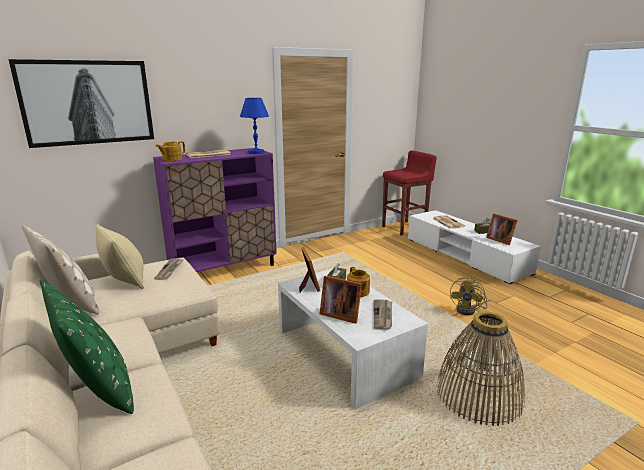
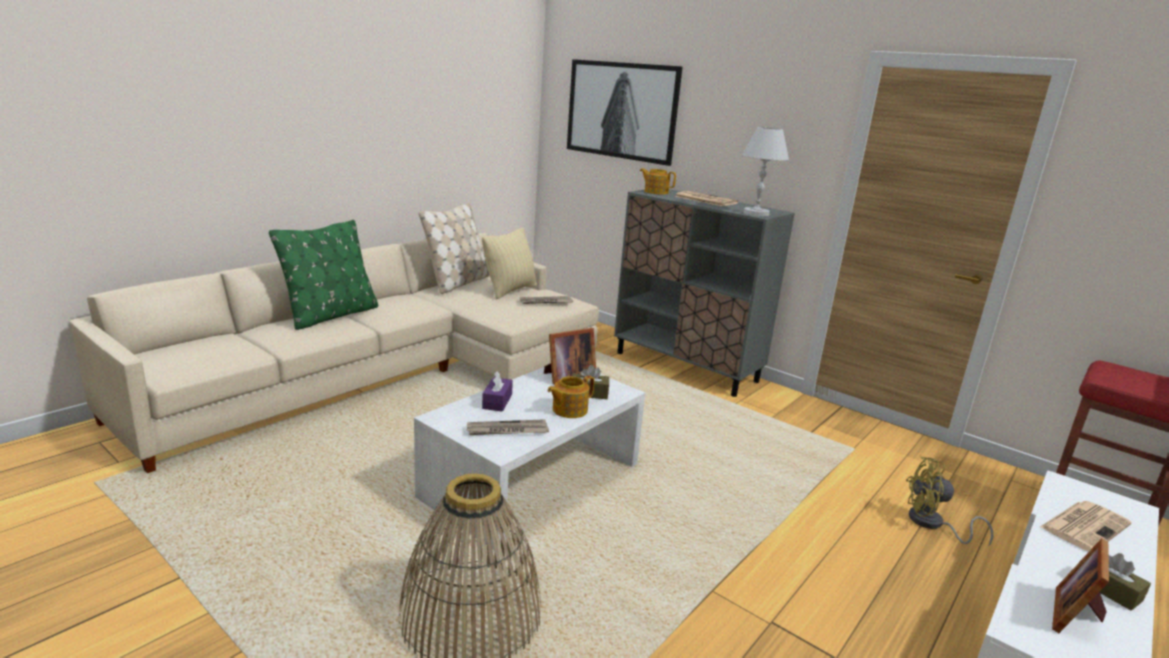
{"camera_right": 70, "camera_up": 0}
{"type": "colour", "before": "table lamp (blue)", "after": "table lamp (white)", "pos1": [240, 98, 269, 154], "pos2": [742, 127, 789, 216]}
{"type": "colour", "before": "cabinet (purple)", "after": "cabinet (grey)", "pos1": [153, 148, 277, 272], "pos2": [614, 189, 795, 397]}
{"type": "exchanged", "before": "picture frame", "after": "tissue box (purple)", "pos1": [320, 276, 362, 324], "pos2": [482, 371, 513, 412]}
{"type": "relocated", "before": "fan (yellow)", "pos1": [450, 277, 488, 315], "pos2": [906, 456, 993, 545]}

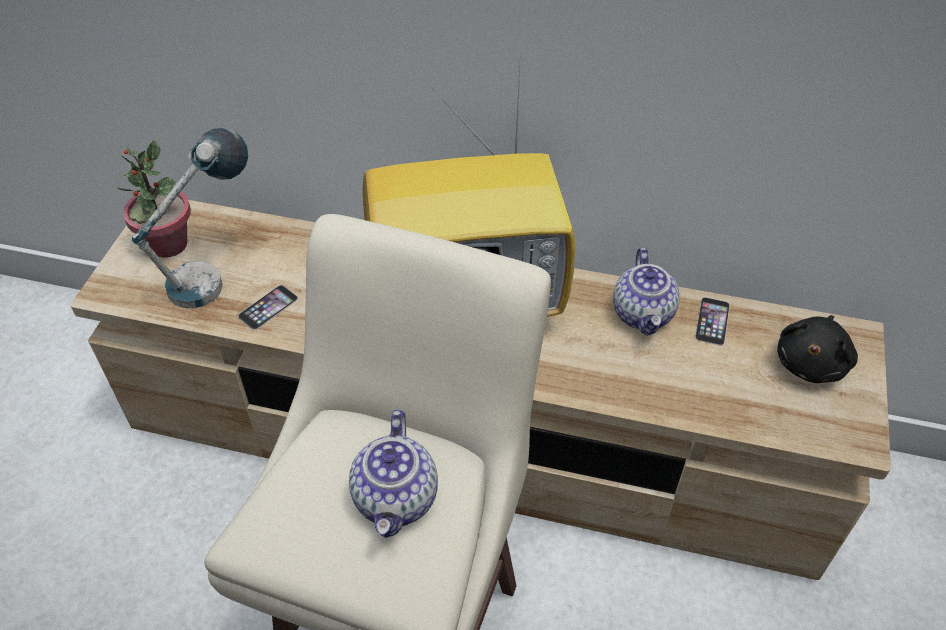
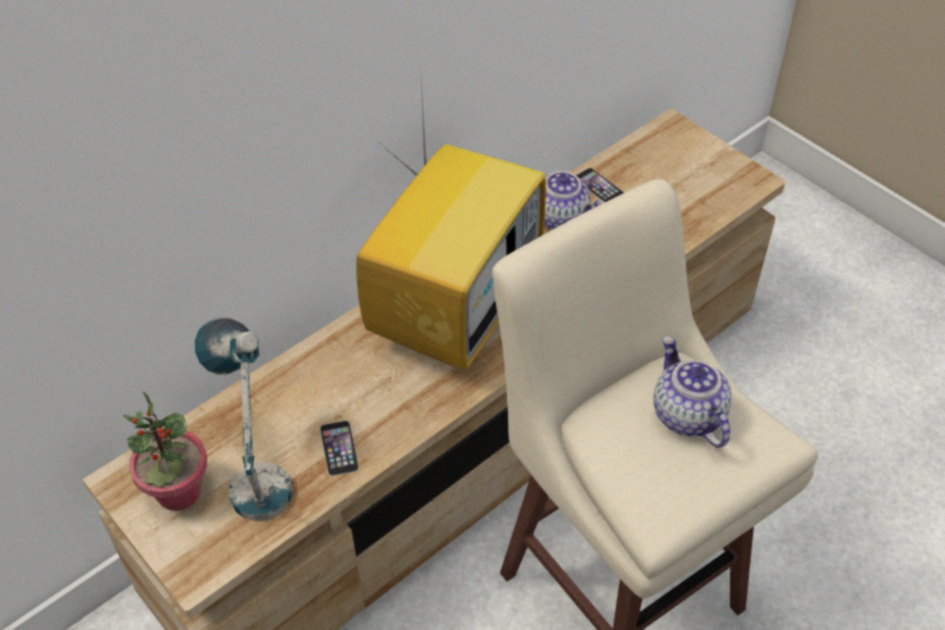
{"camera_right": -55, "camera_up": 0}
{"type": "missing", "before": "plush toy (black)", "pos1": [777, 315, 858, 383]}
{"type": "spun", "before": "teapot", "pos1": [349, 410, 438, 538], "pos2": [653, 336, 732, 448], "turn": -150}

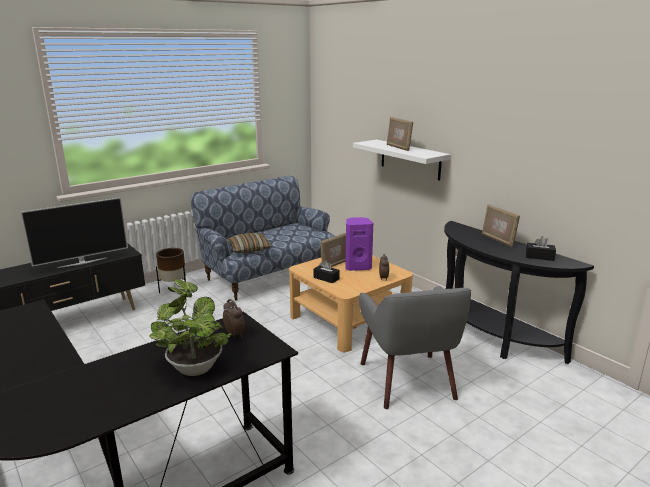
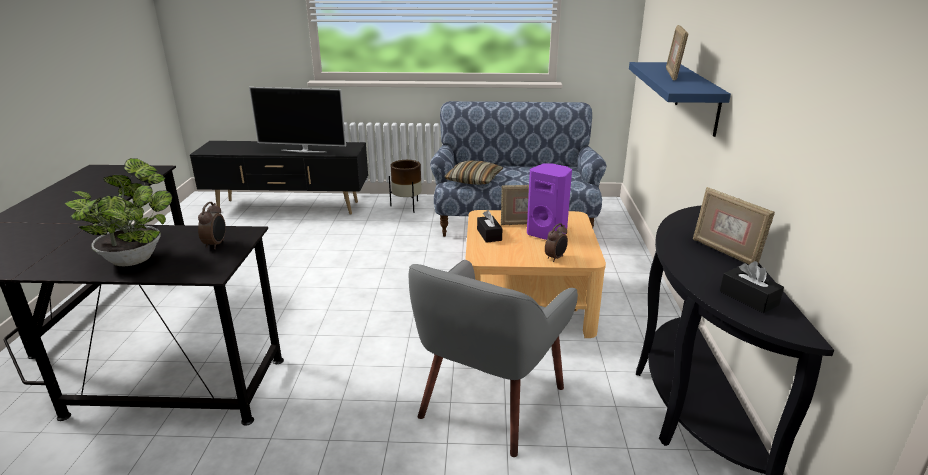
{"camera_right": 40, "camera_up": 5}
{"type": "colour", "before": "shelf (white)", "after": "shelf (blue)", "pos1": [353, 140, 451, 181], "pos2": [629, 62, 731, 137]}
{"type": "spun", "before": "picture frame", "pos1": [482, 204, 520, 247], "pos2": [693, 187, 775, 265], "turn": -45}

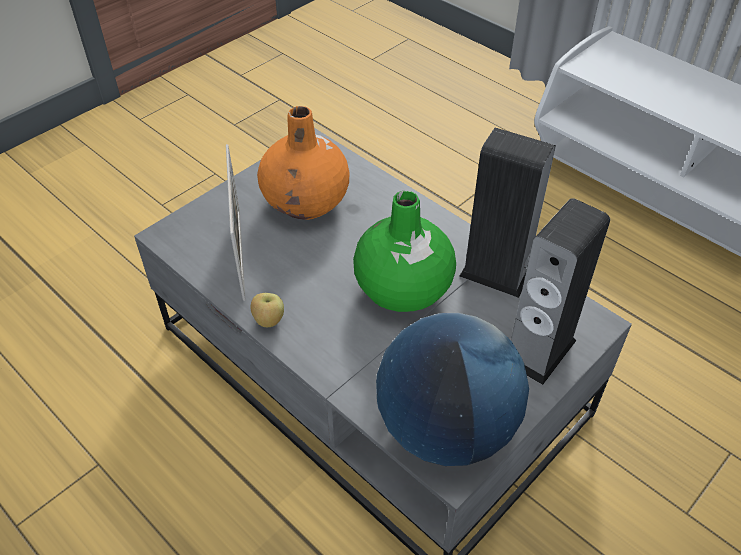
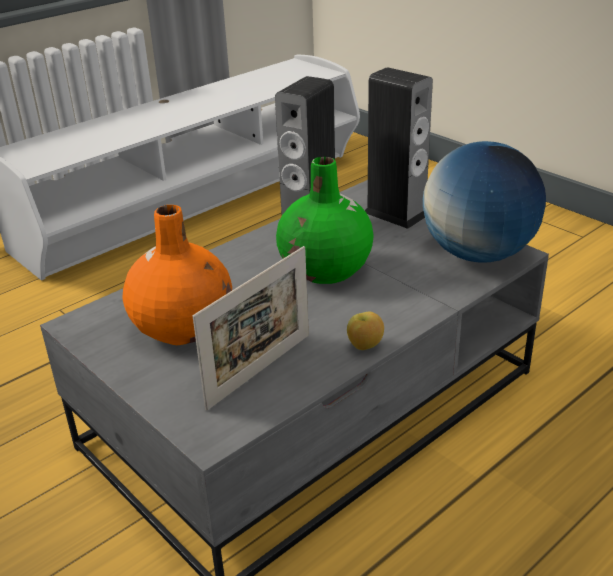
{"camera_right": -85, "camera_up": -15}
{"type": "spun", "before": "picture frame", "pos1": [226, 144, 246, 301], "pos2": [193, 246, 309, 411], "turn": 135}

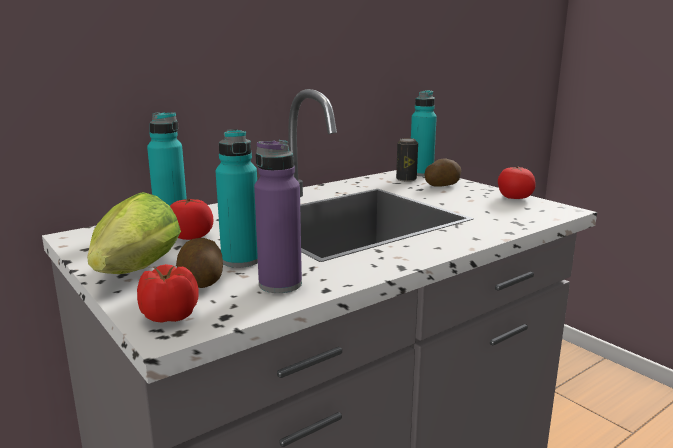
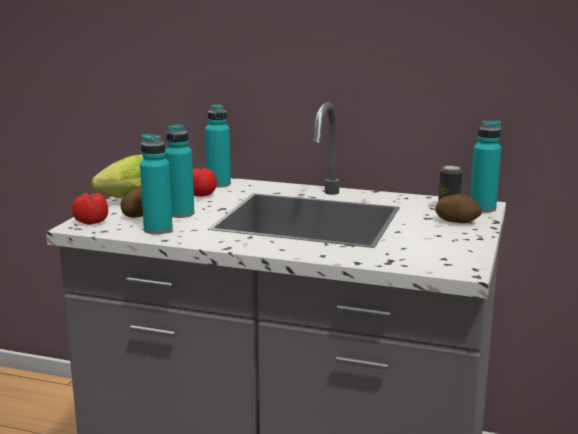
{"camera_right": 55, "camera_up": 0}
{"type": "colour", "before": "bottle (purple)", "after": "bottle (turquoise)", "pos1": [254, 140, 302, 293], "pos2": [140, 134, 173, 234]}
{"type": "missing", "before": "tomato", "pos1": [498, 166, 536, 199]}

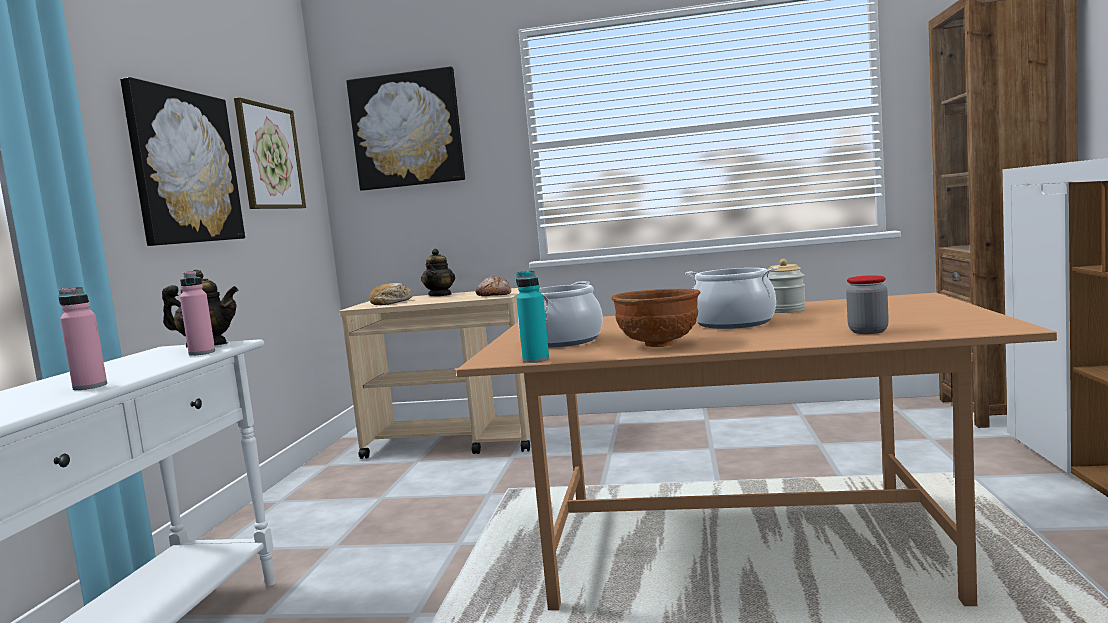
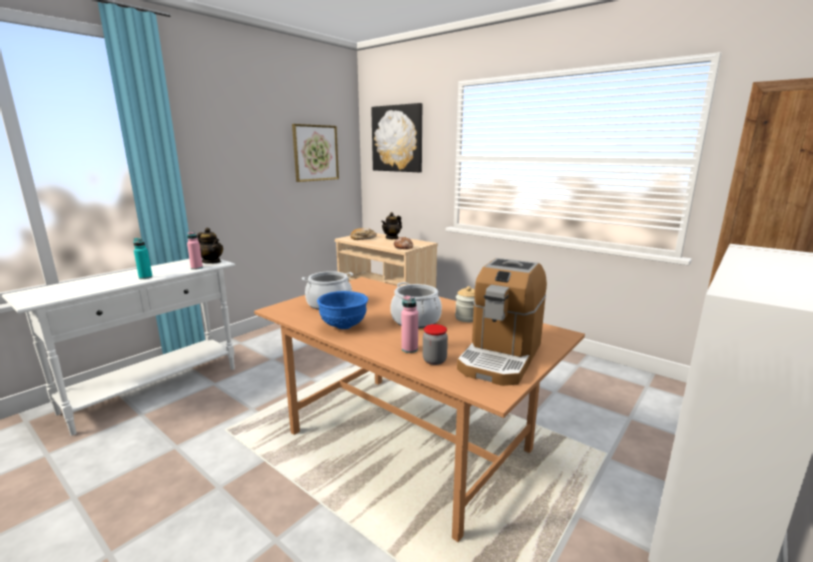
{"camera_right": 30, "camera_up": 10}
{"type": "missing", "before": "picture", "pos1": [120, 77, 245, 246]}
{"type": "relocated", "before": "bottle (turquoise)", "pos1": [516, 270, 549, 363], "pos2": [133, 238, 153, 279]}
{"type": "relocated", "before": "bottle (pink)", "pos1": [58, 287, 107, 390], "pos2": [401, 295, 418, 353]}
{"type": "colour", "before": "bowl (brown)", "after": "bowl (blue)", "pos1": [611, 289, 701, 347], "pos2": [317, 291, 368, 329]}
{"type": "appeared", "after": "coffee machine", "pos2": [457, 258, 547, 386]}

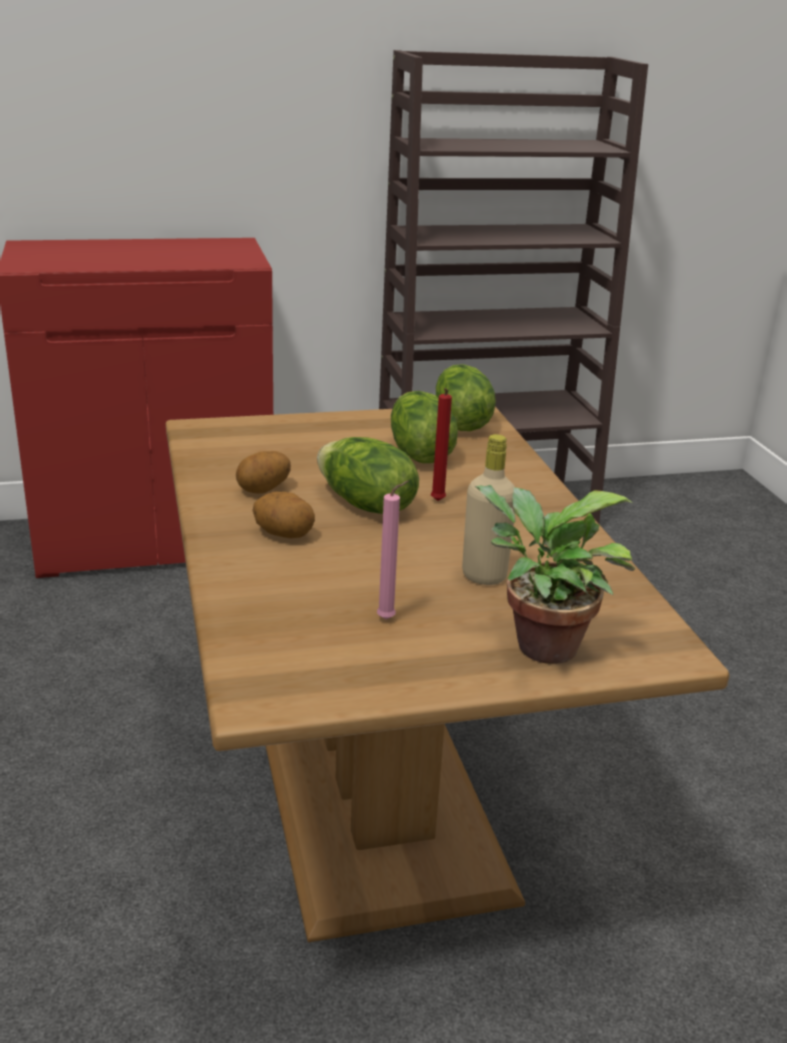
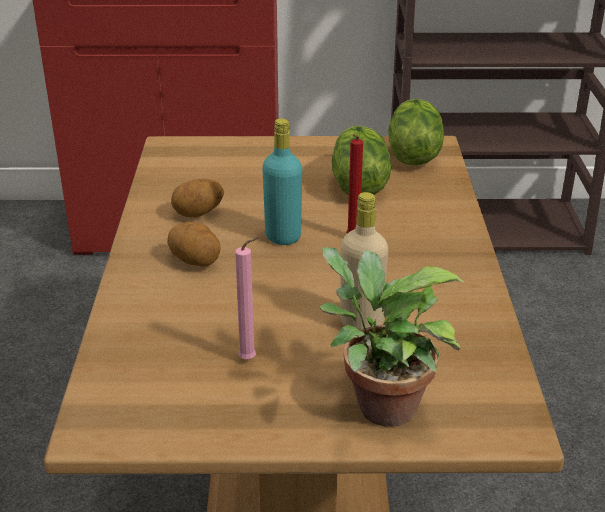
{"camera_right": 15, "camera_up": 5}
{"type": "exchanged", "before": "lettuce", "after": "bottle (turquoise)", "pos1": [317, 437, 419, 514], "pos2": [262, 118, 302, 245]}

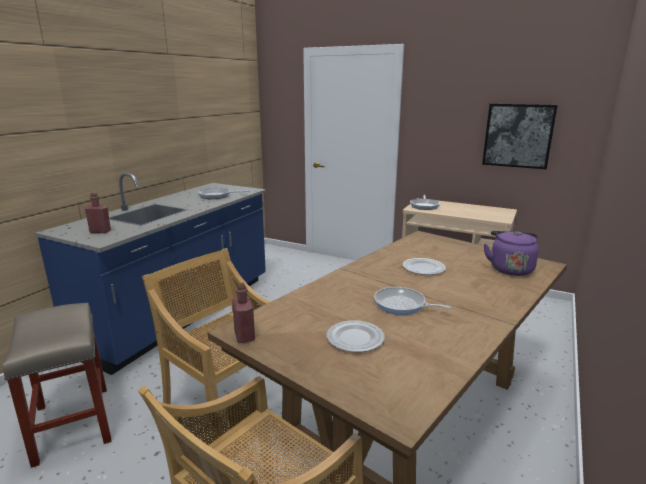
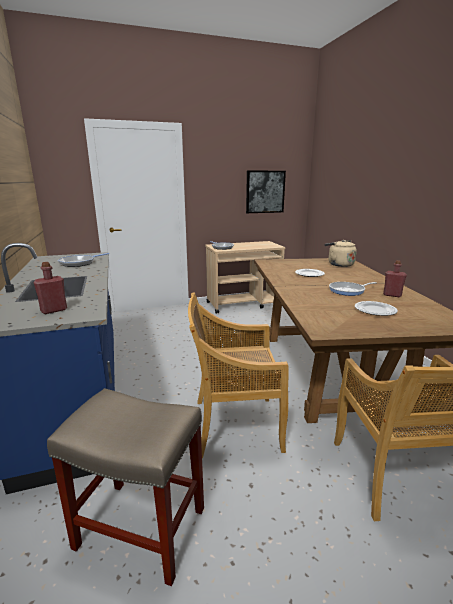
{"camera_right": -45, "camera_up": 0}
{"type": "colour", "before": "kettle (purple)", "after": "kettle (beige)", "pos1": [484, 231, 539, 276], "pos2": [325, 240, 357, 267]}
{"type": "relocated", "before": "bottle (red)", "pos1": [232, 283, 255, 343], "pos2": [383, 260, 407, 297]}

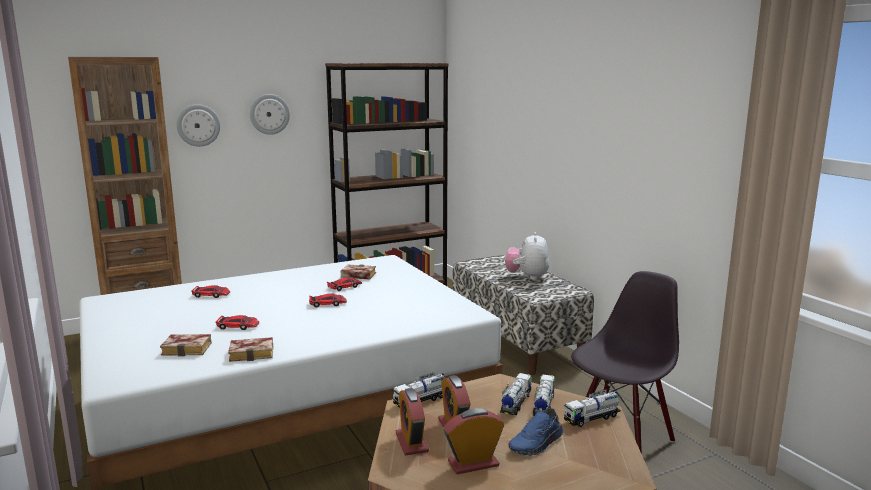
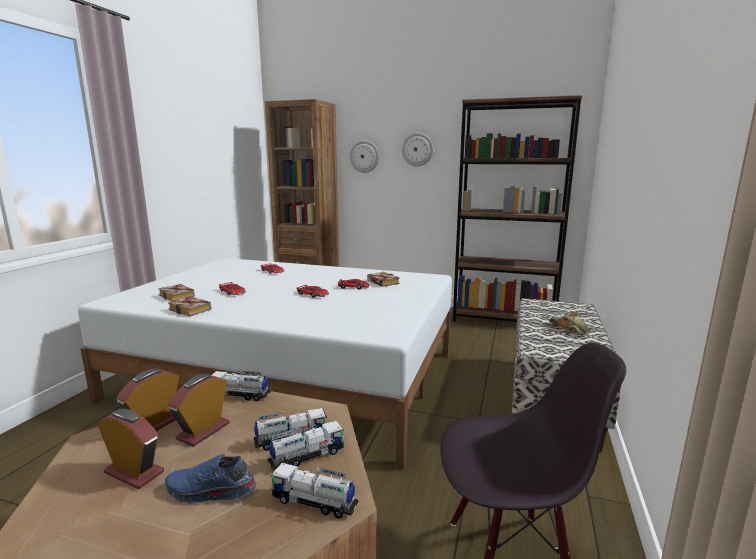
{"camera_right": 45, "camera_up": 0}
{"type": "exchanged", "before": "plush toy", "after": "toy car", "pos1": [505, 232, 549, 280], "pos2": [549, 312, 591, 335]}

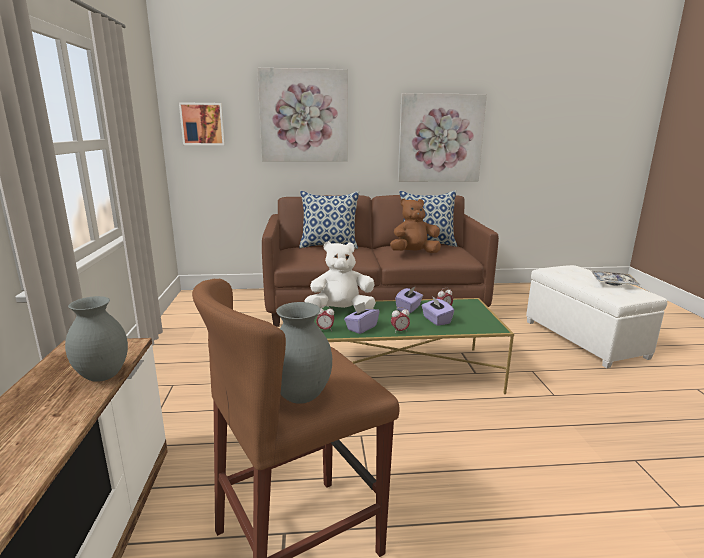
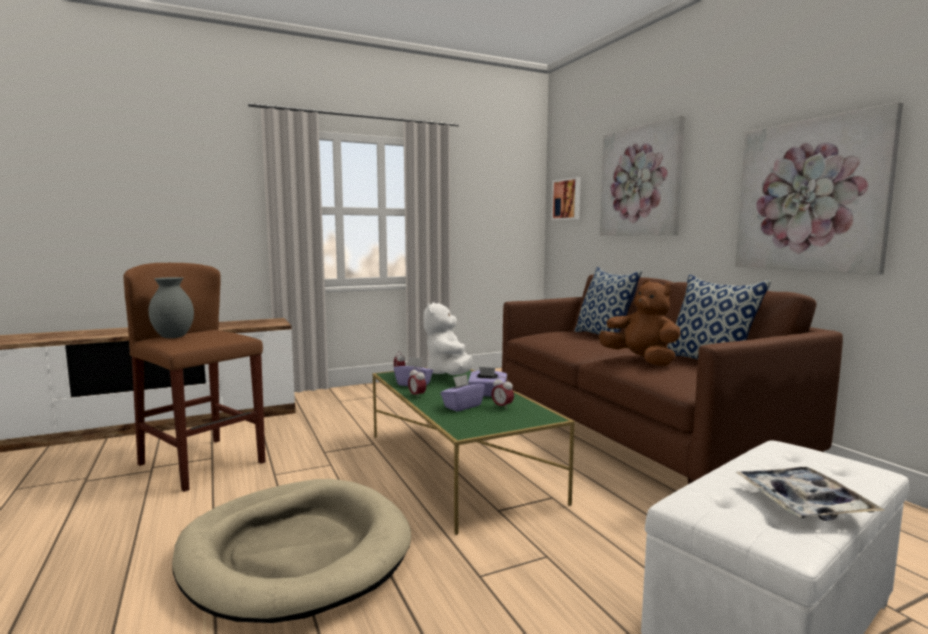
{"camera_right": 70, "camera_up": -10}
{"type": "spun", "before": "plush toy (white)", "pos1": [304, 241, 376, 310], "pos2": [423, 302, 473, 375], "turn": -150}
{"type": "missing", "before": "vase (grey)", "pos1": [65, 296, 128, 382]}
{"type": "appeared", "after": "dog bed (beige)", "pos2": [172, 479, 411, 623]}

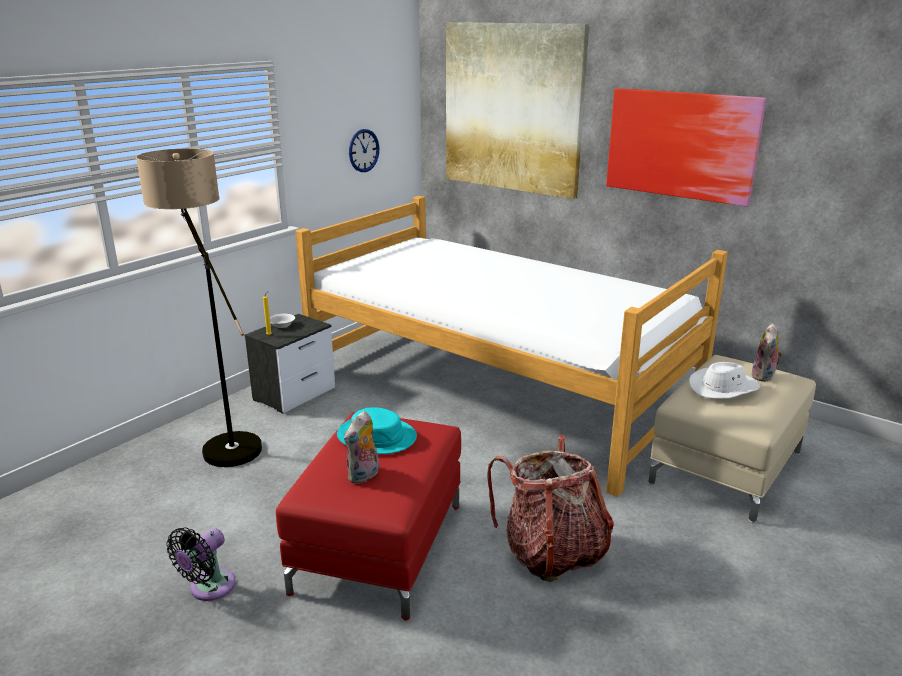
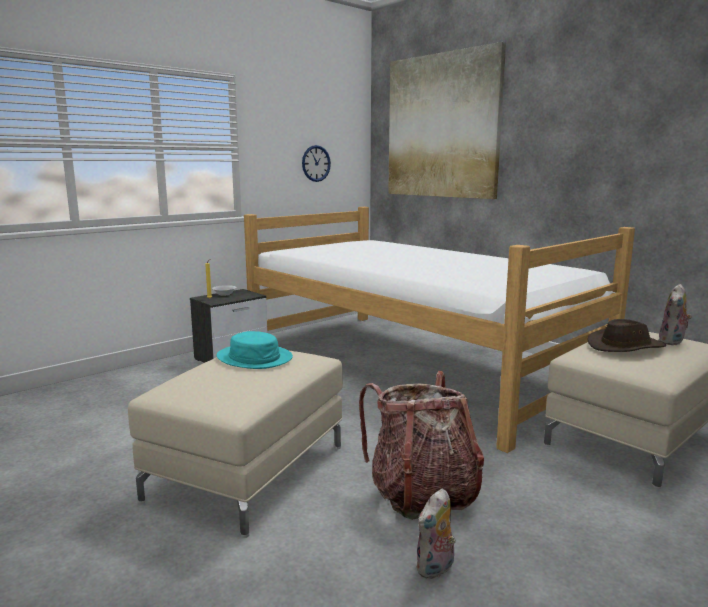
{"camera_right": 10, "camera_up": -10}
{"type": "missing", "before": "picture", "pos1": [606, 88, 767, 207]}
{"type": "missing", "before": "floor lamp", "pos1": [136, 148, 262, 467]}
{"type": "colour", "before": "hat (white)", "after": "hat (brown)", "pos1": [689, 362, 760, 399], "pos2": [588, 319, 666, 352]}
{"type": "relocated", "before": "plush toy", "pos1": [344, 411, 379, 484], "pos2": [416, 488, 456, 579]}
{"type": "colour", "before": "ottoman (red)", "after": "ottoman (beige)", "pos1": [276, 412, 461, 620], "pos2": [128, 350, 343, 538]}
{"type": "missing", "before": "fan (black)", "pos1": [166, 528, 236, 601]}

